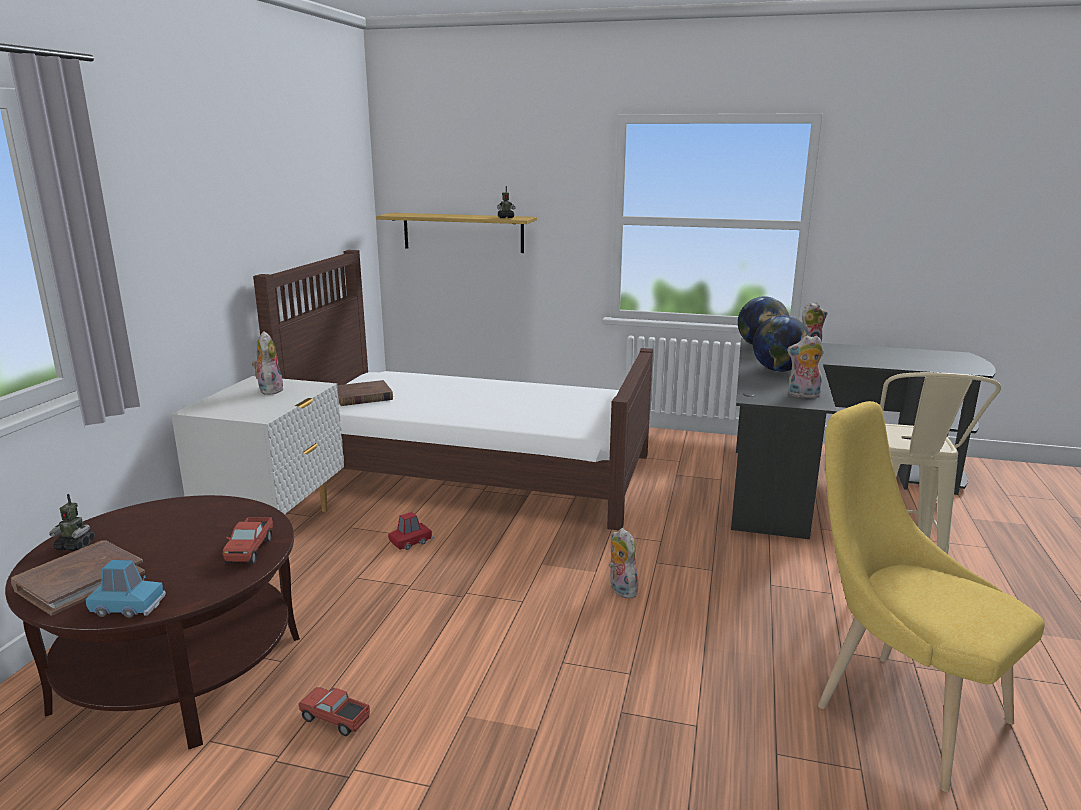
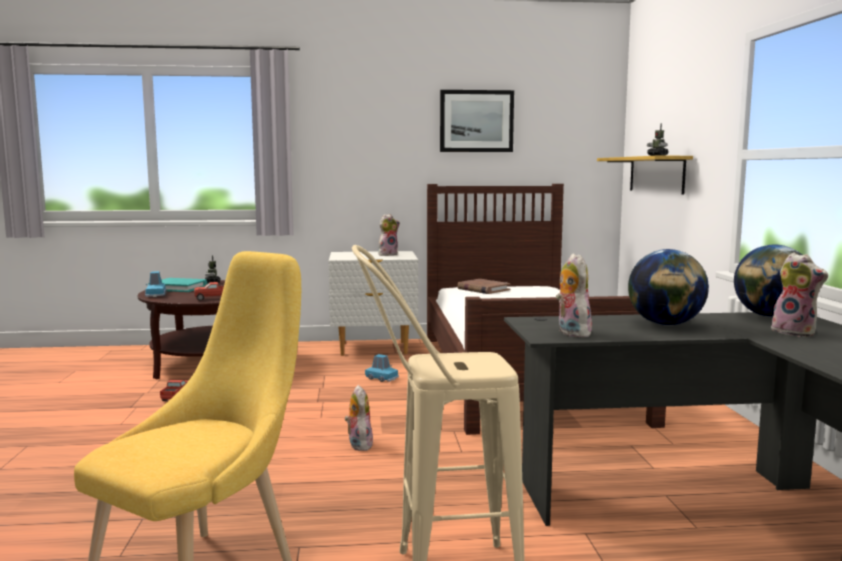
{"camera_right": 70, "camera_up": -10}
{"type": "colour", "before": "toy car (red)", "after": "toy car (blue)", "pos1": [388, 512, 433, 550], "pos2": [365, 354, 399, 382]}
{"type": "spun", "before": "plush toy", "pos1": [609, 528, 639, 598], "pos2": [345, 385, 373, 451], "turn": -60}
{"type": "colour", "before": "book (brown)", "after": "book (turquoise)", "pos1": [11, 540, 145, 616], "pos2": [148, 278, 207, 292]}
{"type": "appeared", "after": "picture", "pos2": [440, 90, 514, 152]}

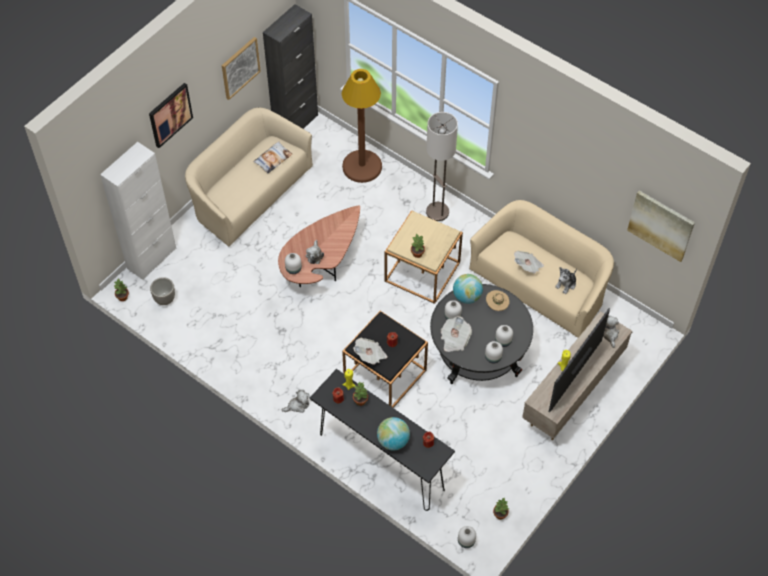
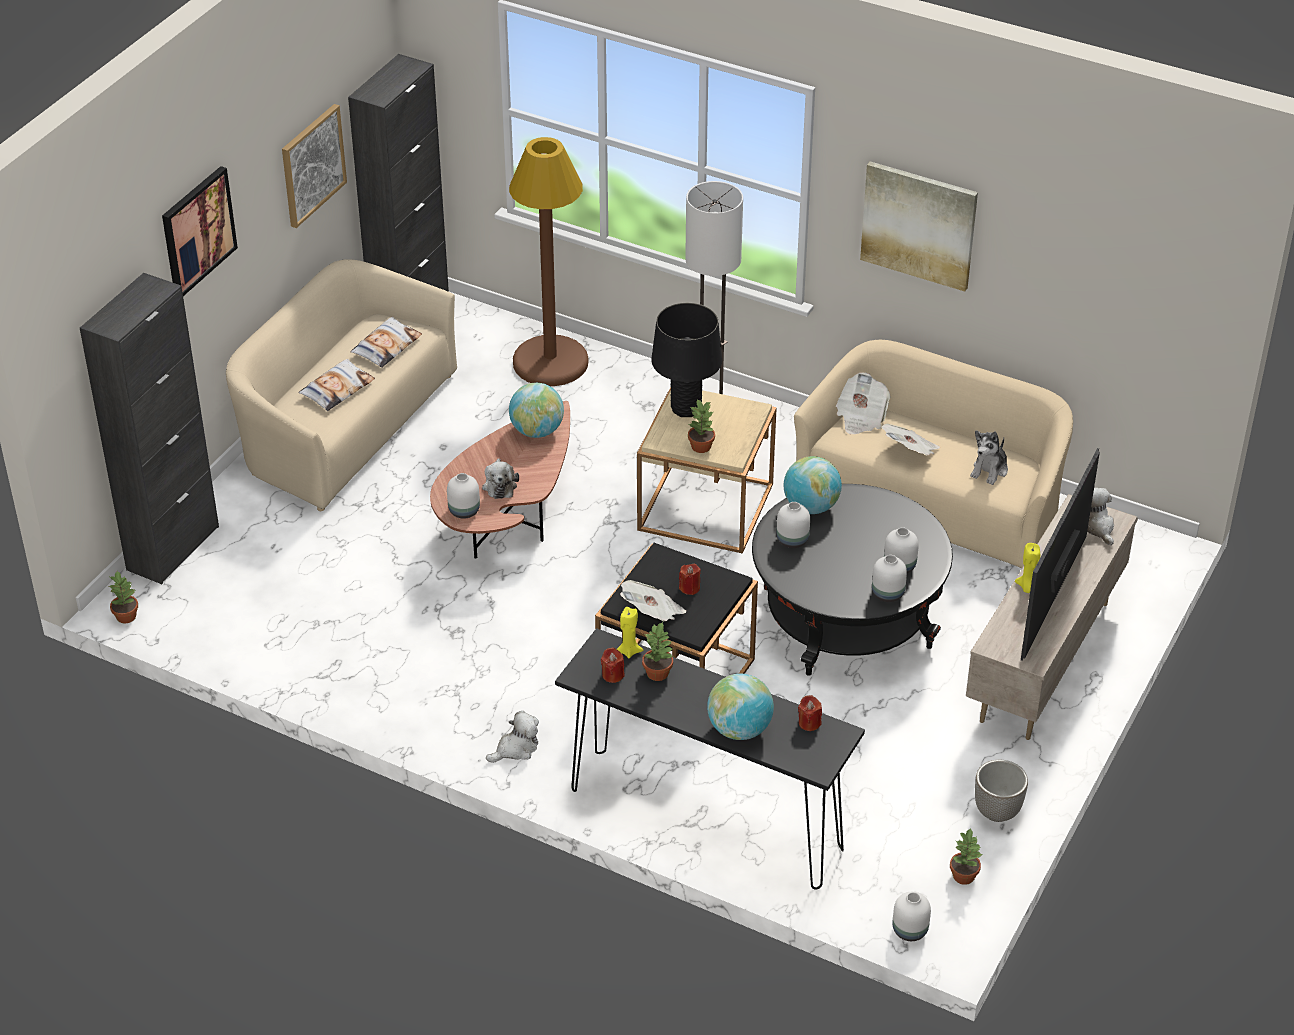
{"camera_right": -10, "camera_up": -15}
{"type": "colour", "before": "cabinet (white)", "after": "cabinet (black)", "pos1": [100, 142, 177, 280], "pos2": [80, 273, 219, 584]}
{"type": "relocated", "before": "picture", "pos1": [627, 191, 695, 262], "pos2": [860, 161, 978, 292]}
{"type": "relocated", "before": "planter", "pos1": [150, 277, 175, 305], "pos2": [975, 760, 1028, 822]}
{"type": "missing", "before": "hat (beige)", "pos1": [486, 290, 510, 311]}
{"type": "relocated", "before": "newspaper", "pos1": [440, 316, 472, 352], "pos2": [836, 372, 891, 434]}
{"type": "appeared", "after": "table lamp (black)", "pos2": [651, 303, 722, 417]}
{"type": "appeared", "after": "pillow", "pos2": [298, 359, 375, 411]}
{"type": "appeared", "after": "globe", "pos2": [509, 383, 564, 438]}

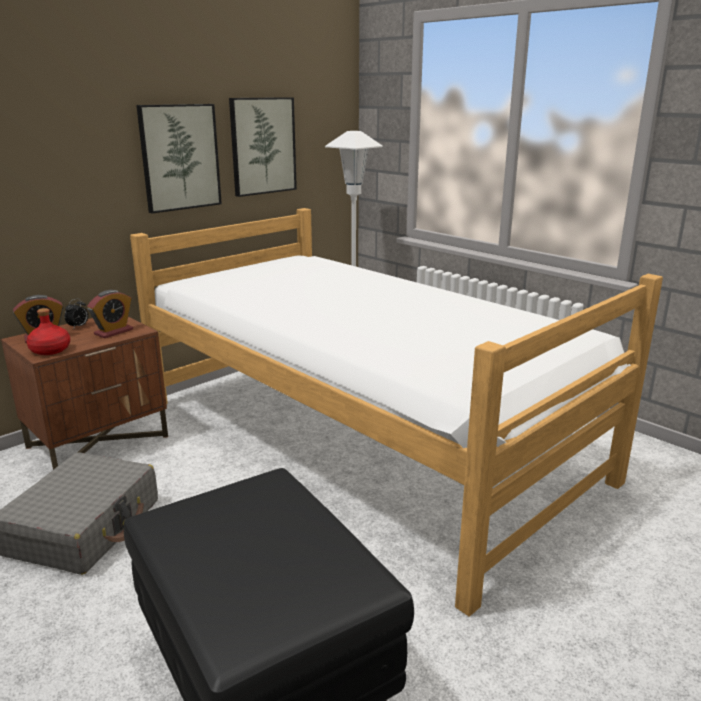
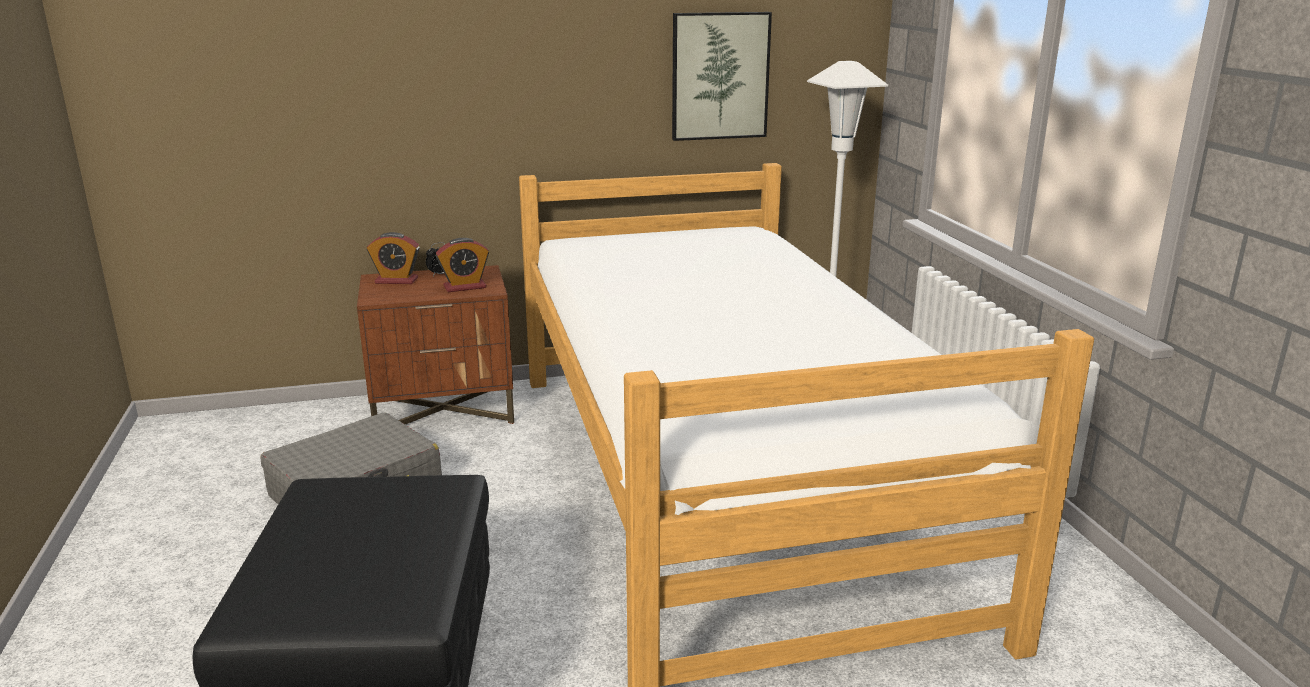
{"camera_right": 30, "camera_up": 0}
{"type": "missing", "before": "picture", "pos1": [136, 104, 222, 213]}
{"type": "missing", "before": "bottle (red)", "pos1": [26, 308, 71, 355]}

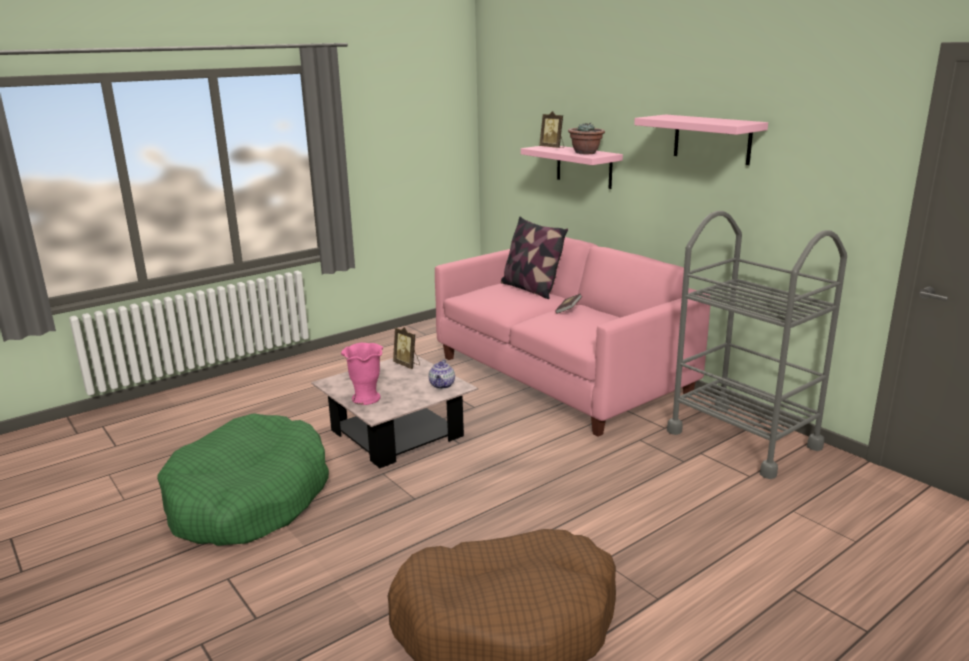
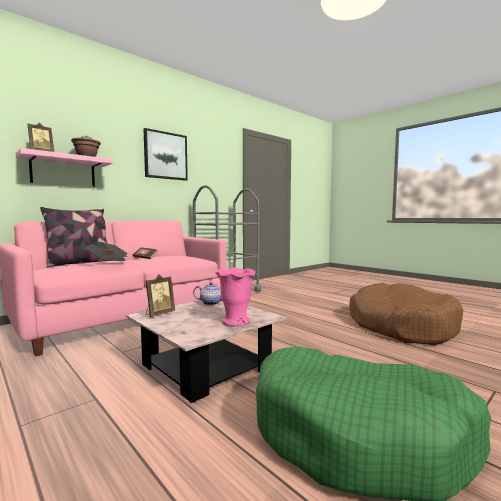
{"camera_right": -95, "camera_up": -15}
{"type": "exchanged", "before": "shelf (pink)", "after": "picture", "pos1": [634, 114, 768, 165], "pos2": [144, 128, 188, 181]}
{"type": "appeared", "after": "newspaper", "pos2": [84, 242, 128, 261]}

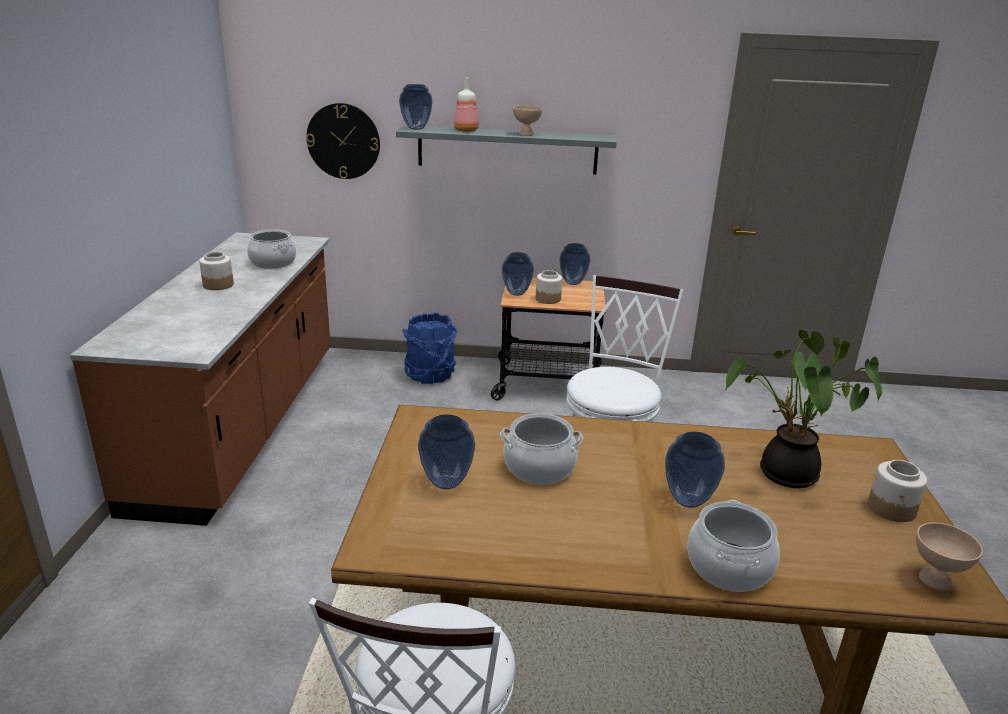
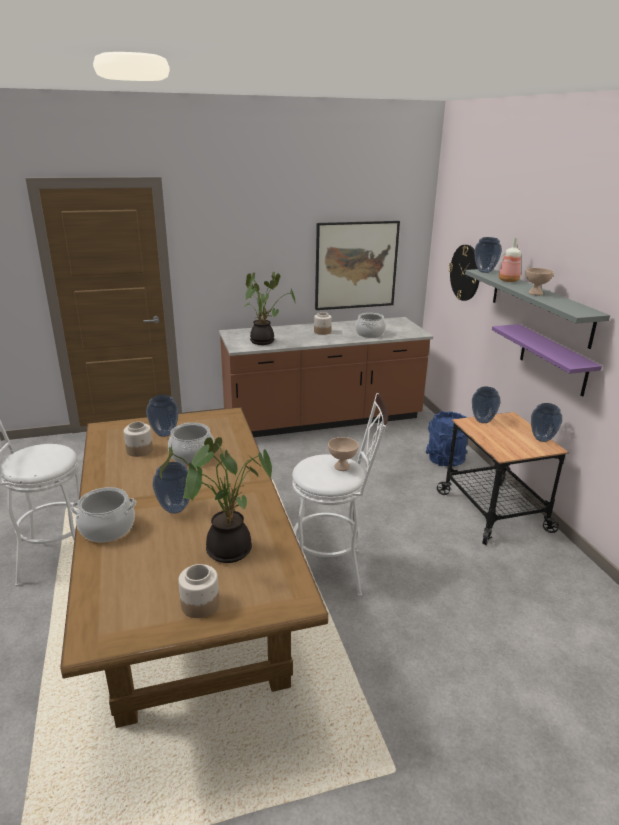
{"camera_right": 70, "camera_up": 0}
{"type": "relocated", "before": "jar", "pos1": [536, 270, 562, 304], "pos2": [124, 422, 153, 457]}
{"type": "relocated", "before": "bowl (beige)", "pos1": [916, 523, 983, 591], "pos2": [328, 437, 359, 471]}
{"type": "appeared", "after": "picture", "pos2": [315, 221, 400, 310]}
{"type": "appeared", "after": "potted plant", "pos2": [244, 272, 296, 345]}
{"type": "appeared", "after": "shelf (purple)", "pos2": [492, 324, 602, 397]}

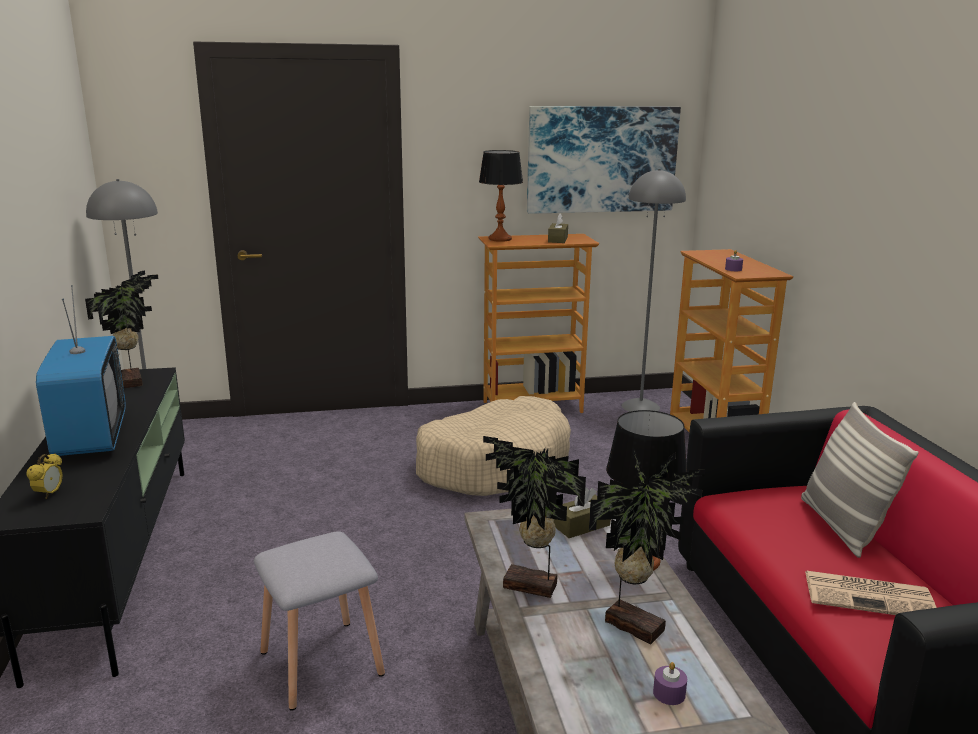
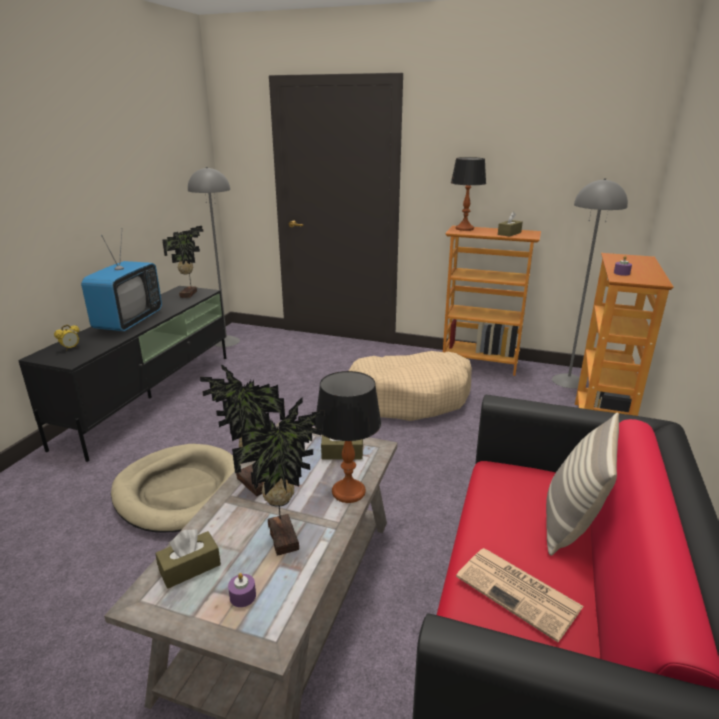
{"camera_right": 30, "camera_up": 5}
{"type": "missing", "before": "picture", "pos1": [527, 106, 681, 214]}
{"type": "exchanged", "before": "stool (grey)", "after": "dog bed (beige)", "pos1": [254, 531, 385, 710], "pos2": [111, 444, 241, 532]}
{"type": "appeared", "after": "tissue box (brown)", "pos2": [155, 529, 221, 589]}

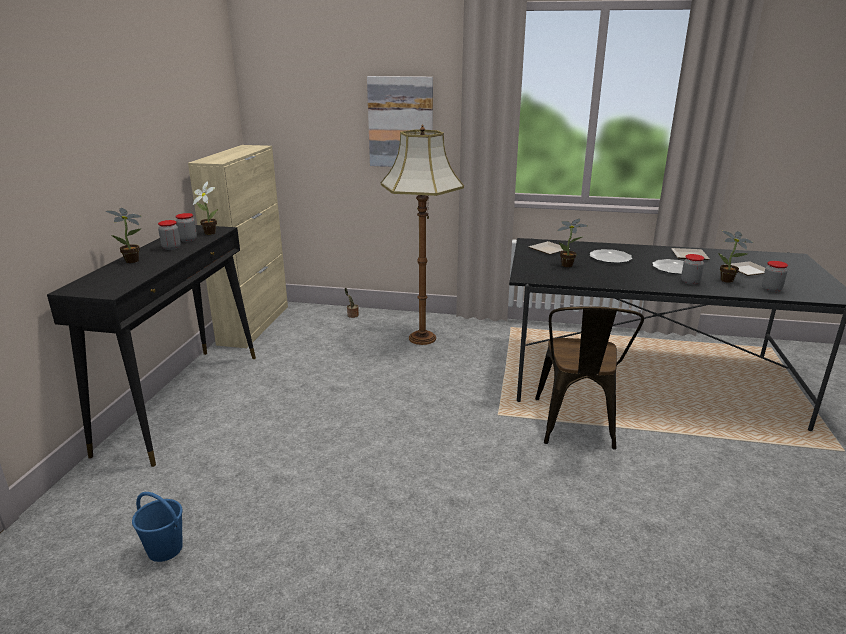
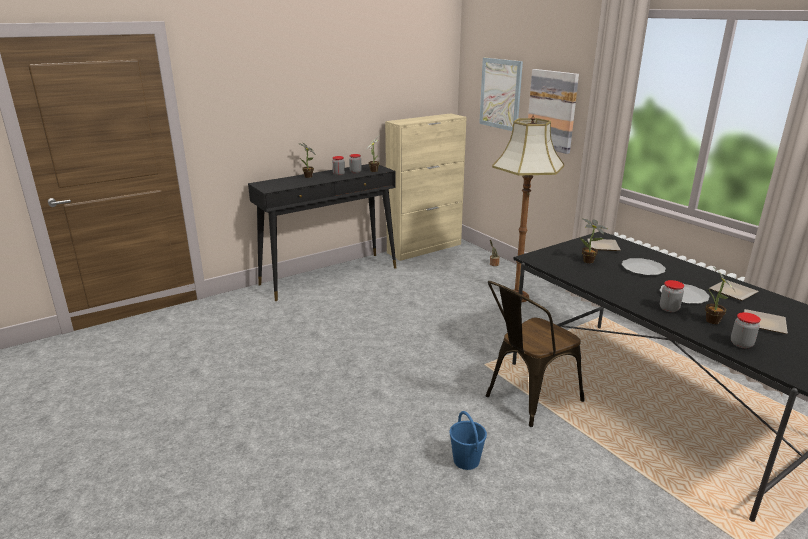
{"camera_right": 45, "camera_up": 0}
{"type": "relocated", "before": "bucket (blue)", "pos1": [132, 492, 183, 562], "pos2": [449, 411, 487, 470]}
{"type": "appeared", "after": "picture", "pos2": [479, 58, 523, 131]}

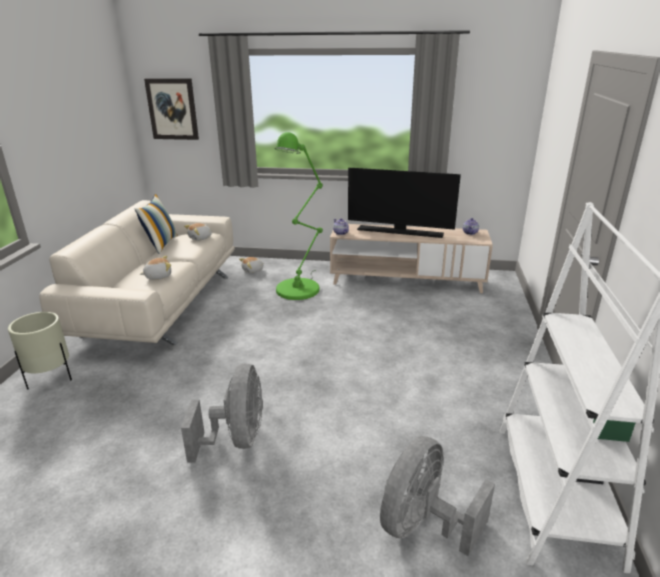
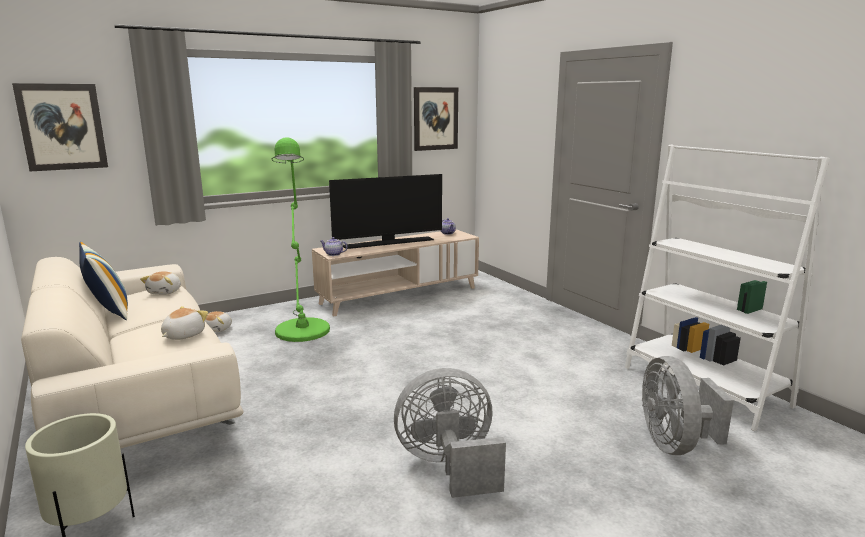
{"camera_right": -40, "camera_up": -10}
{"type": "spun", "before": "fan (grey)", "pos1": [181, 363, 263, 462], "pos2": [394, 368, 506, 498], "turn": -60}
{"type": "appeared", "after": "picture", "pos2": [414, 87, 458, 151]}

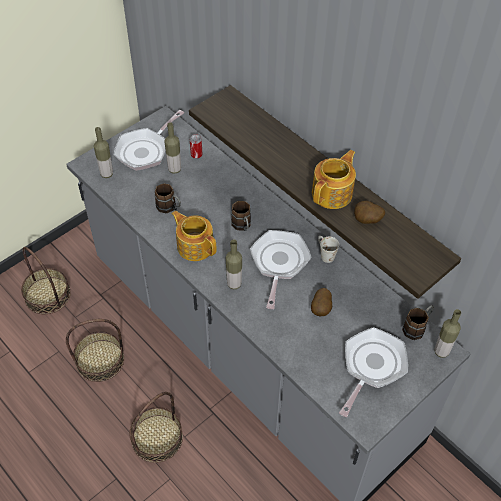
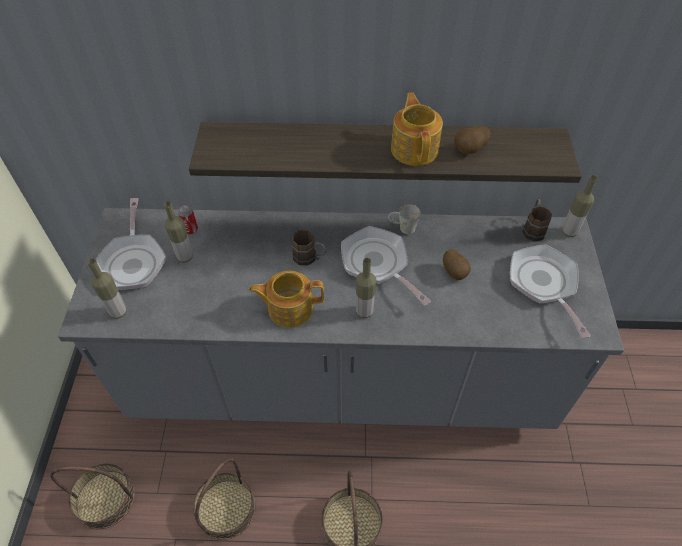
{"camera_right": -45, "camera_up": 0}
{"type": "missing", "before": "mug (brown)", "pos1": [155, 183, 181, 213]}

